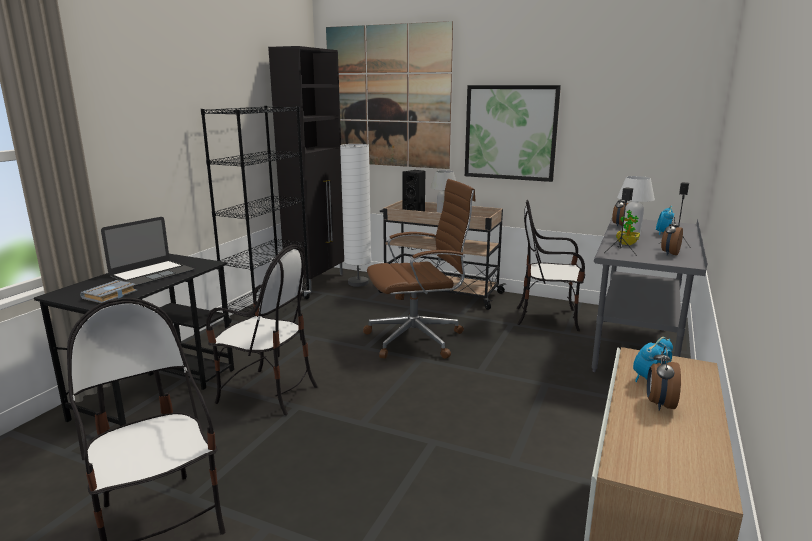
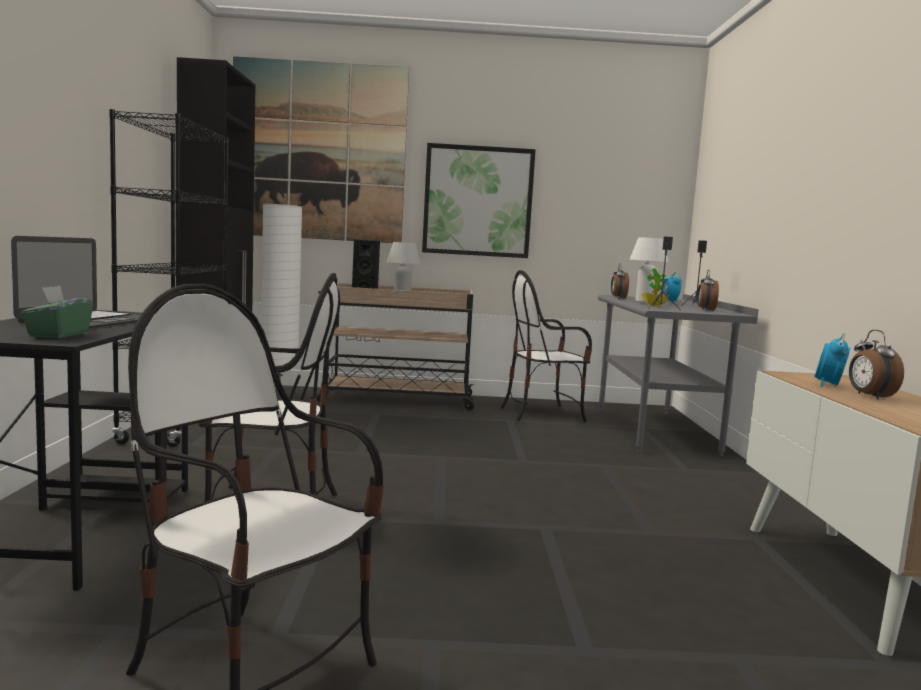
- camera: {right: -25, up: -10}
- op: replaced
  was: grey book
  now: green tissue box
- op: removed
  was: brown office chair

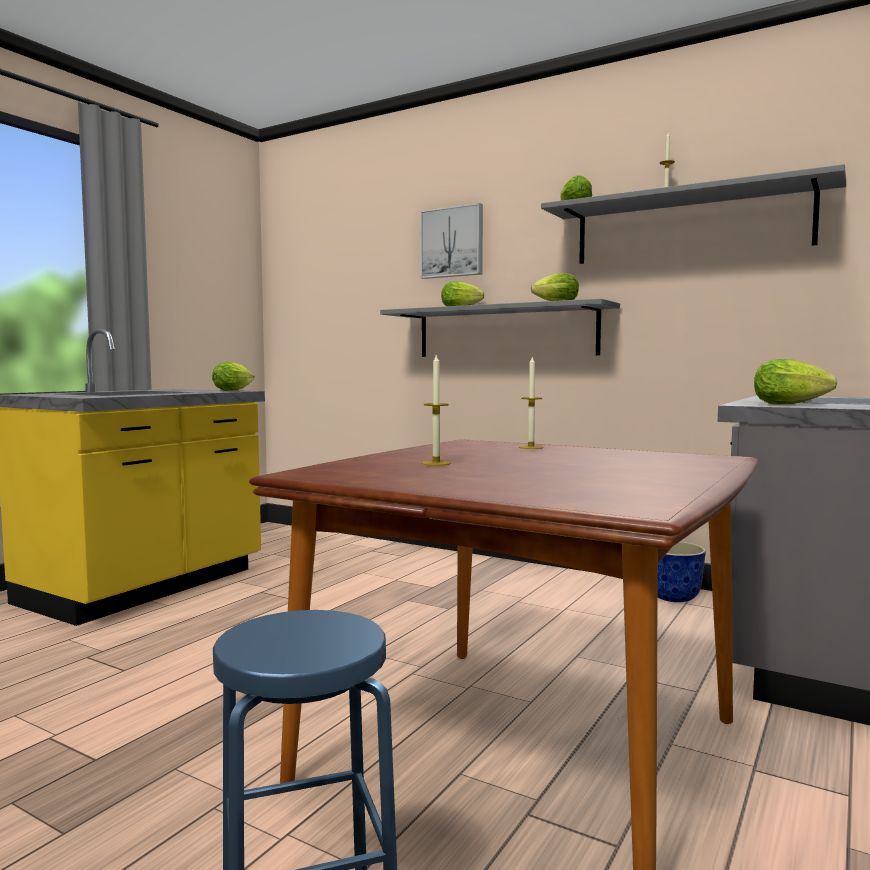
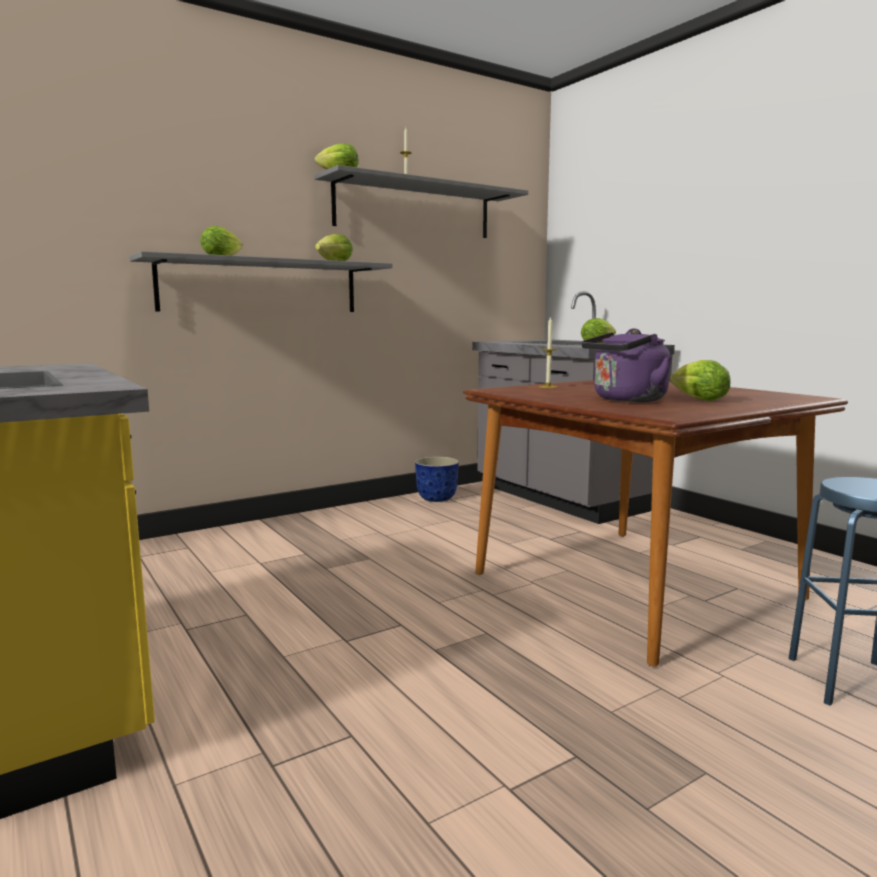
- camera: {right: -65, up: 5}
- op: moved
  was: lettuce (1st from left in the first image)
  now: lettuce (5th from left)
- op: removed
  was: picture
- op: replaced
  was: candle (1st from left)
  now: purple kettle

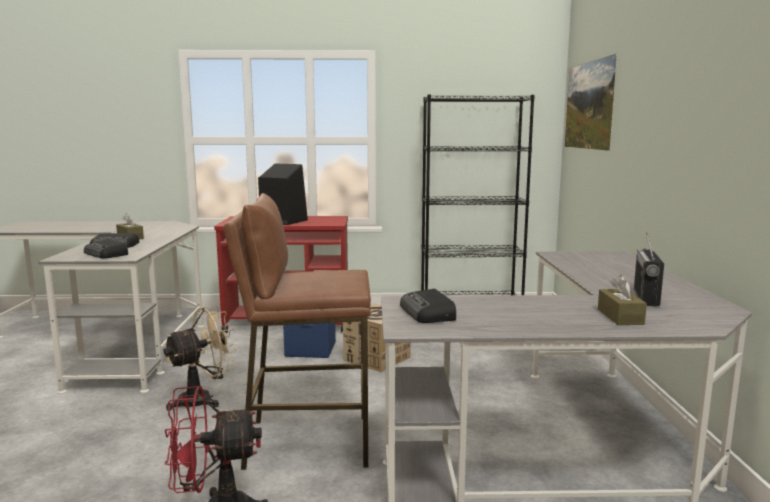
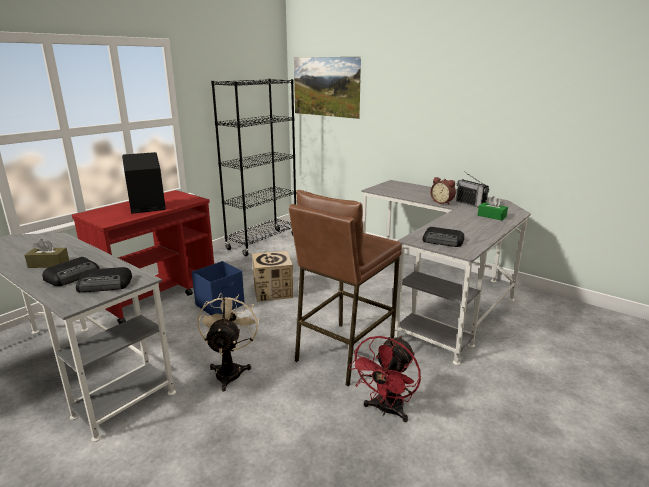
- camera: {right: -50, up: 10}
- op: recoloured
  was: brown tissue box (2nd from left)
  now: green tissue box
- op: added
  now: alarm clock

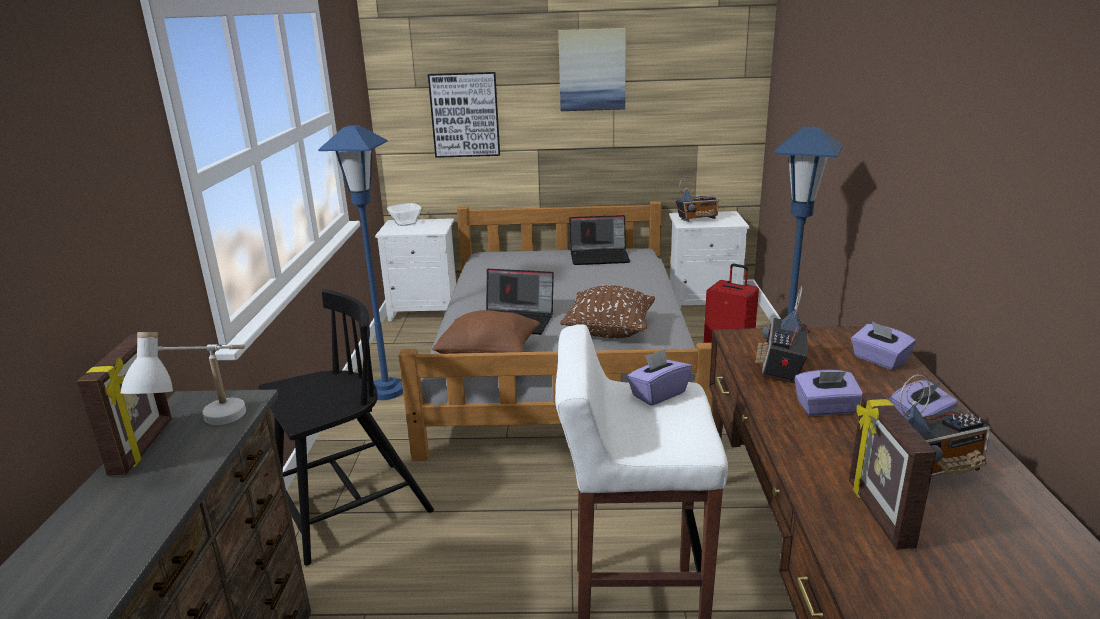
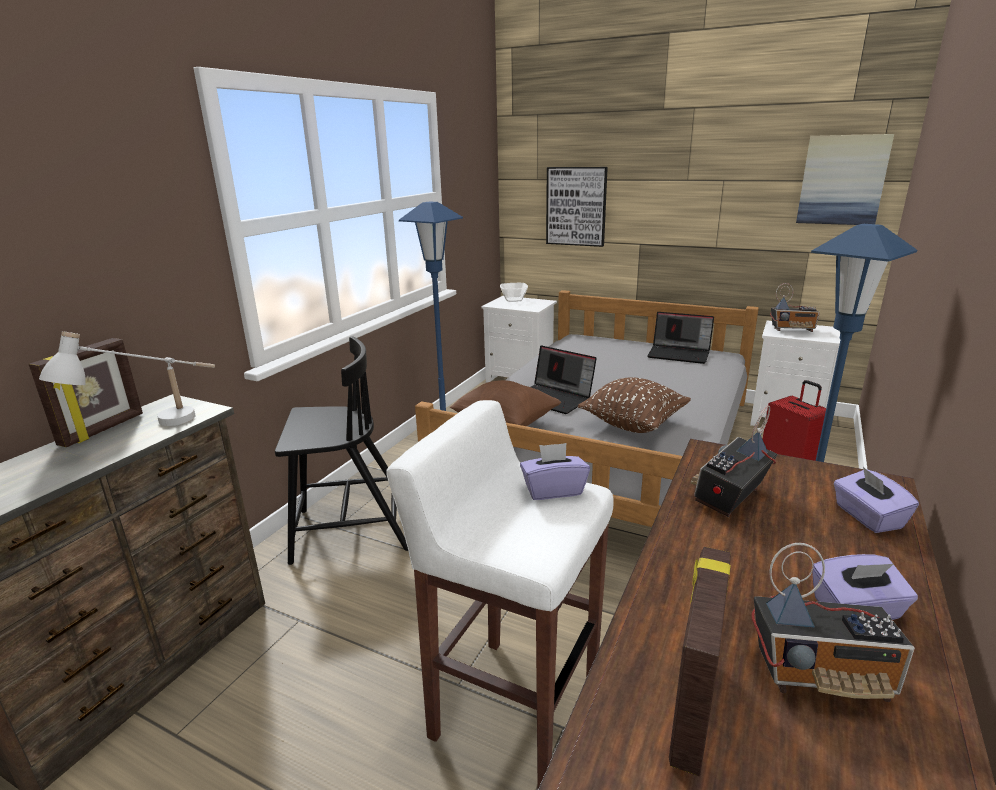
- camera: {right: 25, up: 0}
- op: moved
  was: picture (2nd from left)
- op: removed
  was: purple tissue box (2nd from left)

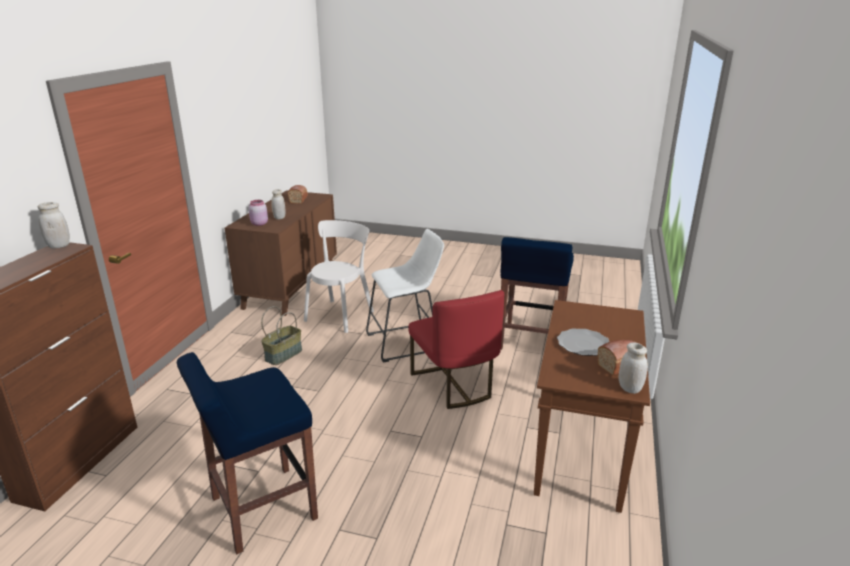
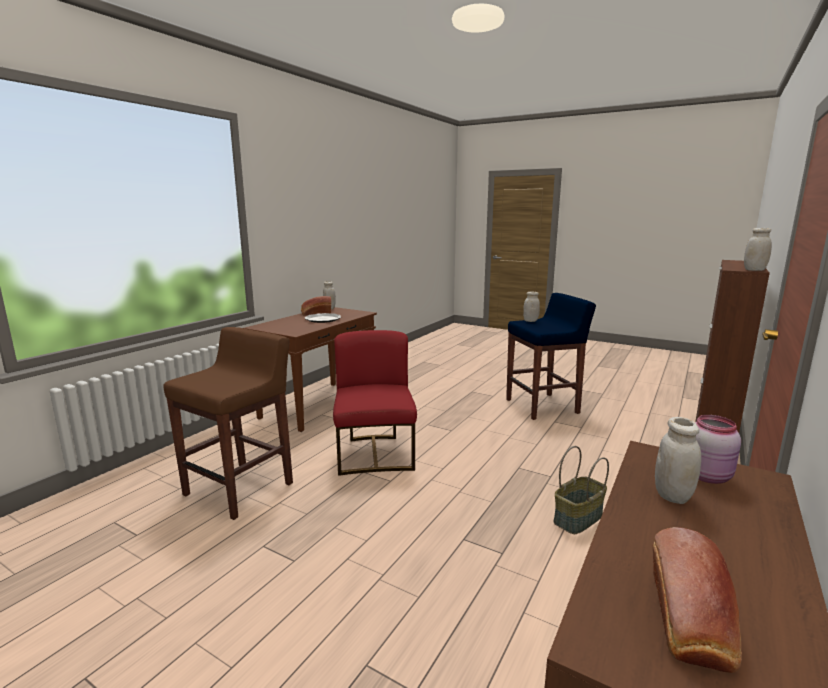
- camera: {right: -165, up: -10}
- op: removed
  was: white chair
- op: removed
  was: white stool
- op: recoloured
  was: blue stool (2nd from left)
  now: brown stool
- op: added
  now: white jar (2nd from left)

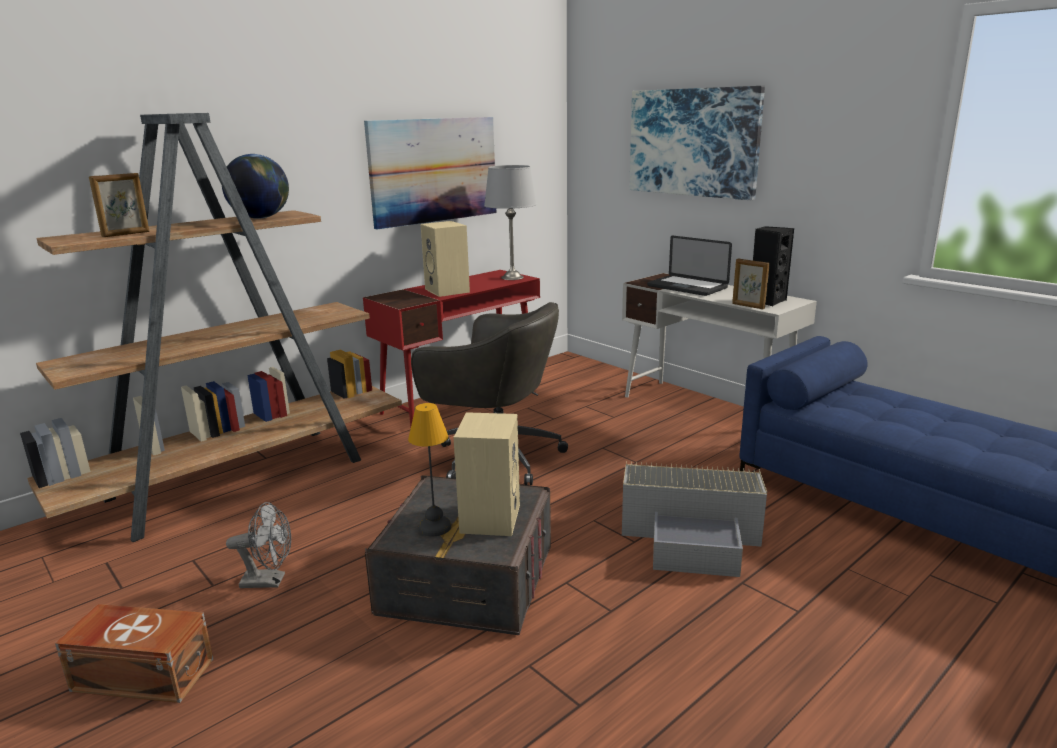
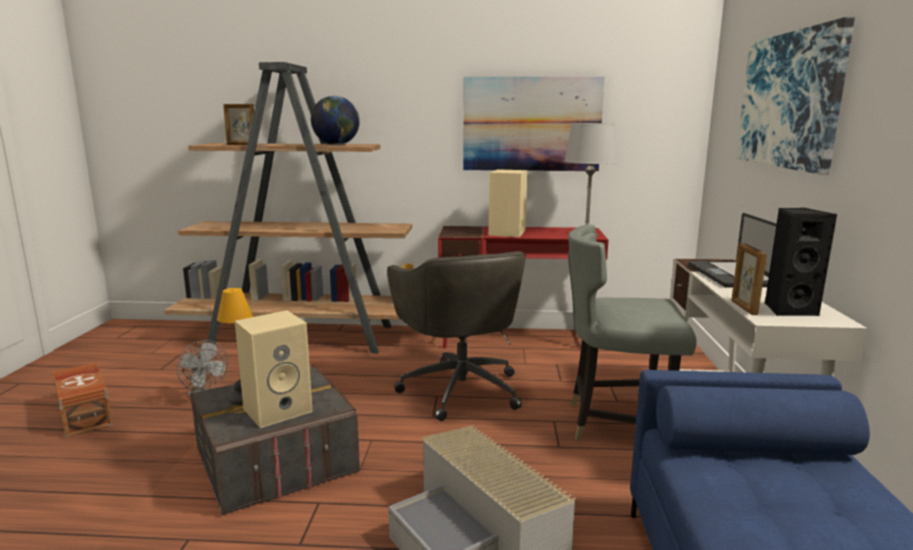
- camera: {right: 45, up: -5}
- op: added
  now: grey chair

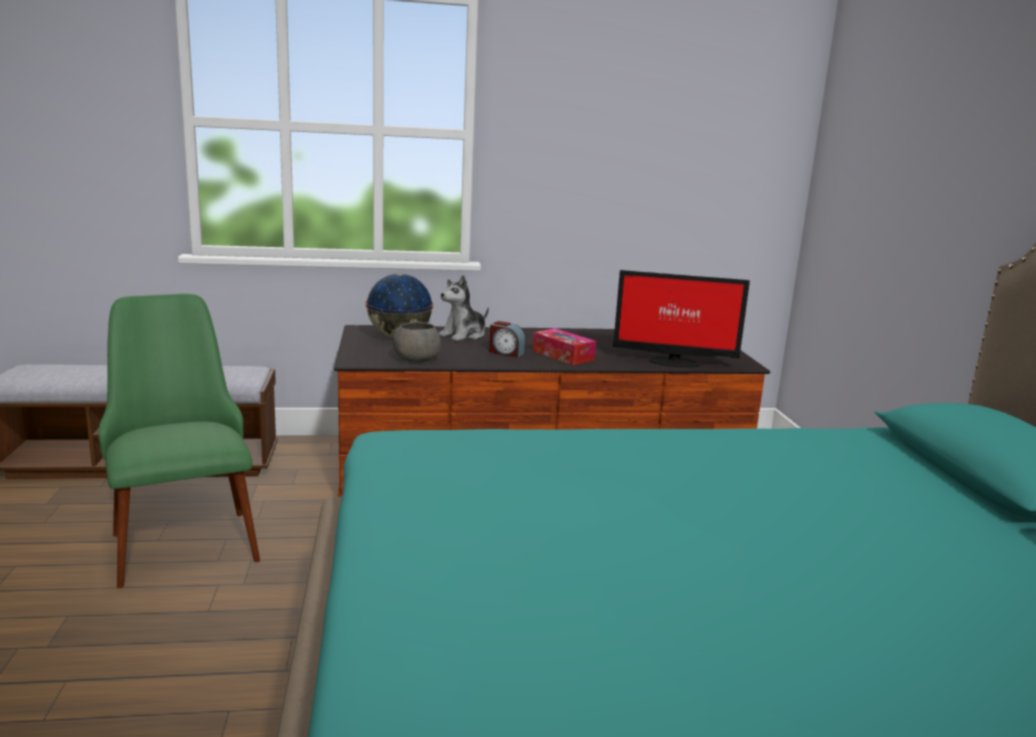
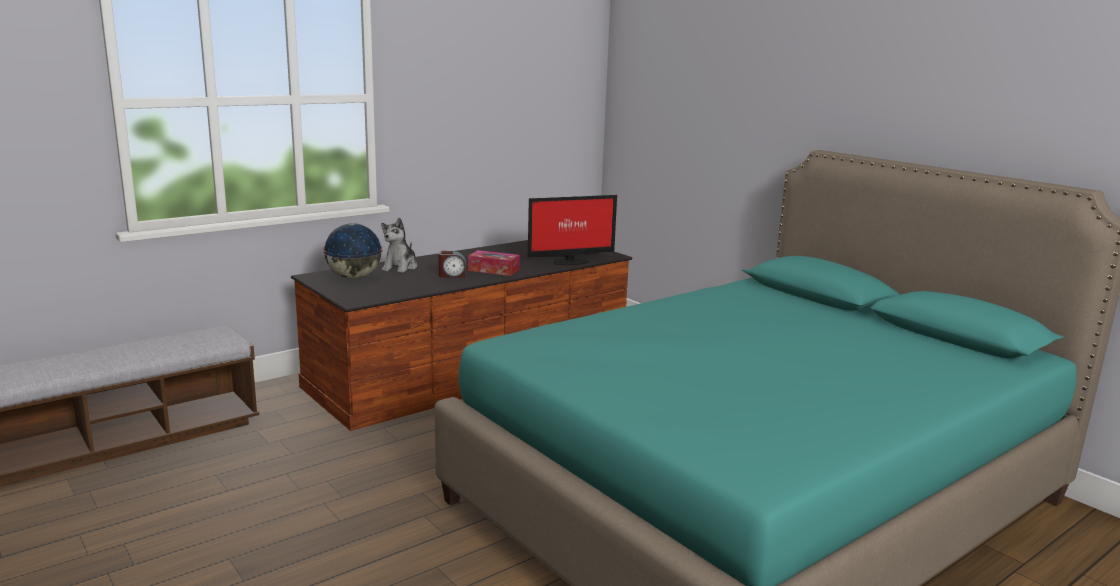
- camera: {right: -30, up: 0}
- op: removed
  was: green chair
- op: removed
  was: grey bowl

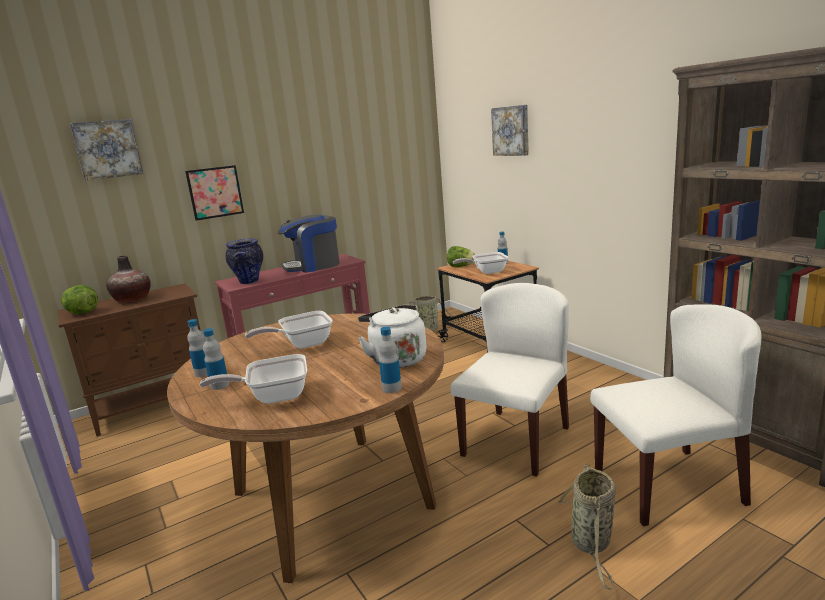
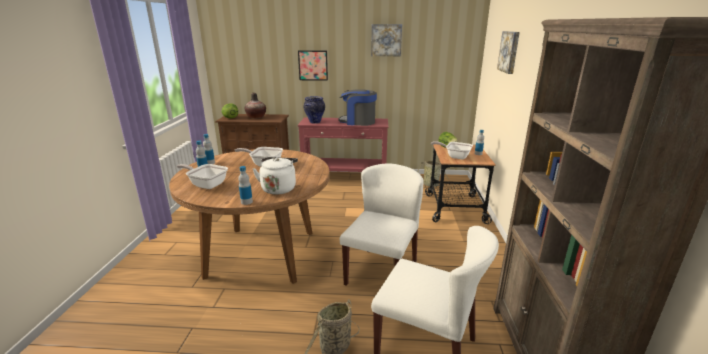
- camera: {right: 35, up: 5}
- op: moved
  was: picture (1st from left in the first image)
  now: picture (2nd from left)
- op: turned
  was: white chair (1st from left)
  clockwise: -45

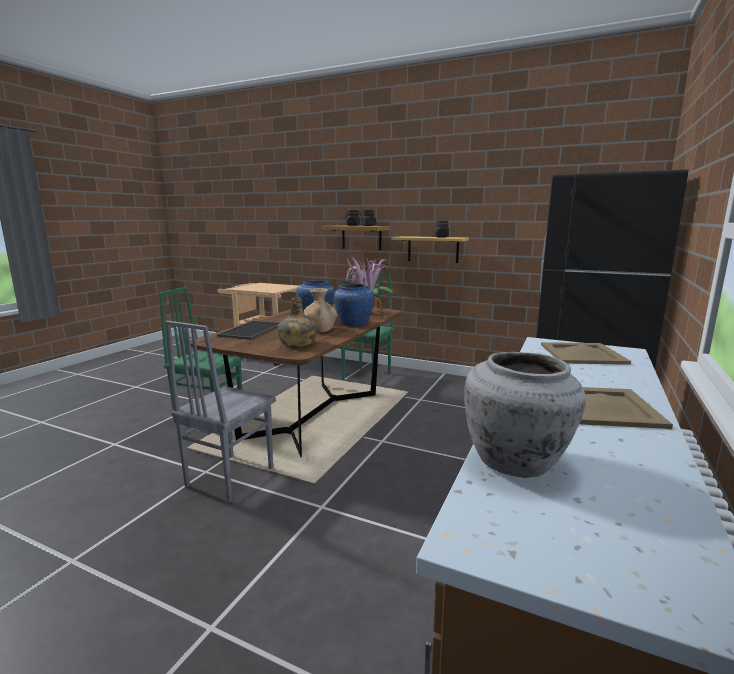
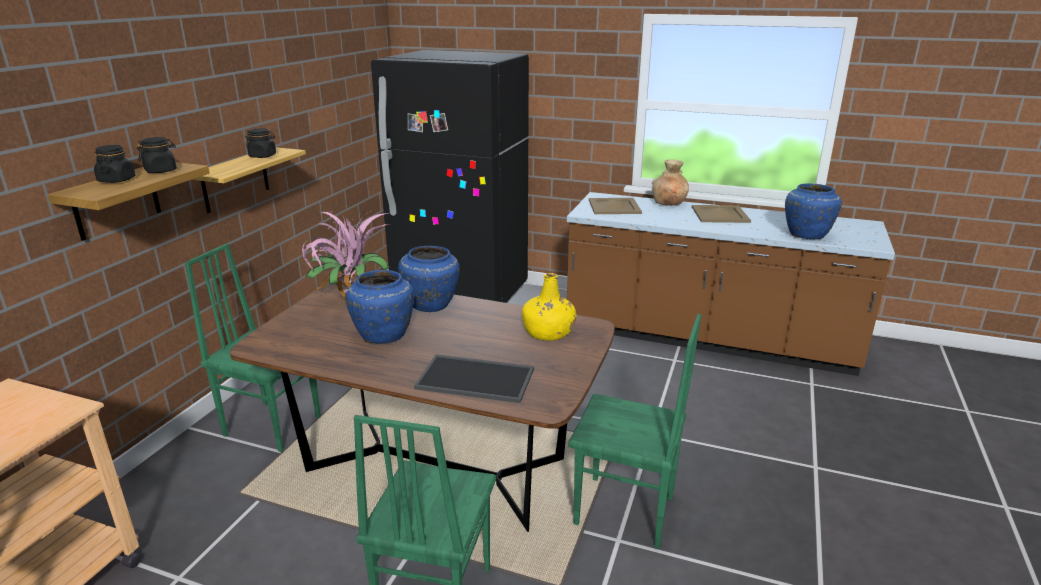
- camera: {right: -95, up: 10}
- op: recoloured
  was: grey chair
  now: green chair (3rd from left)
- op: recoloured
  was: green bottle
  now: yellow bottle
- op: moved
  was: brown vase
- op: recoloured
  was: grey vase
  now: blue vase (3rd from left)

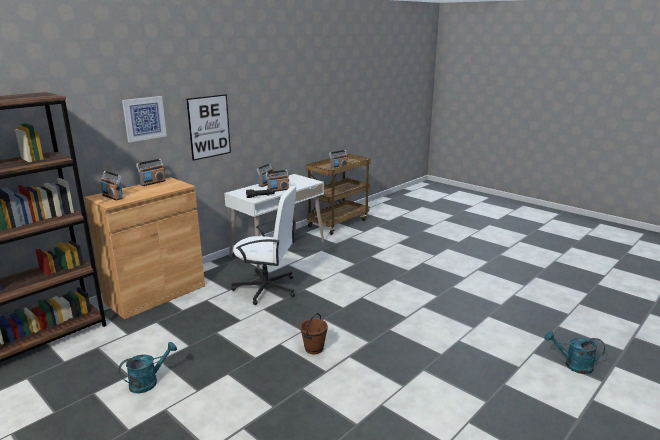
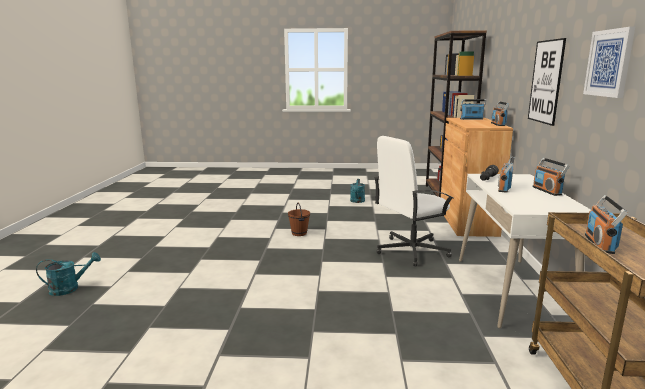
- camera: {right: 140, up: -5}
- op: moved
  was: picture (1st from left in the first image)
  now: picture (2nd from left)

